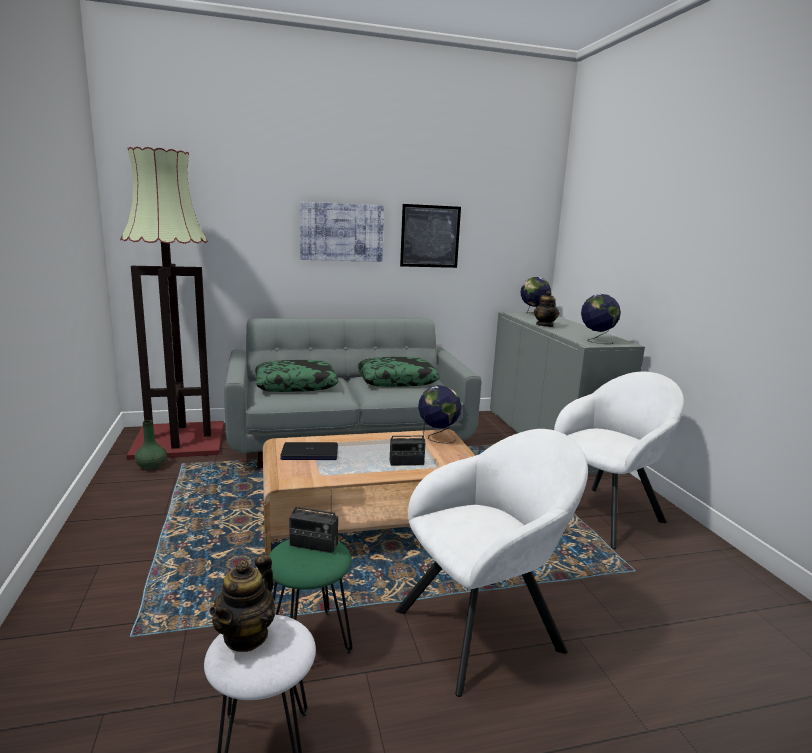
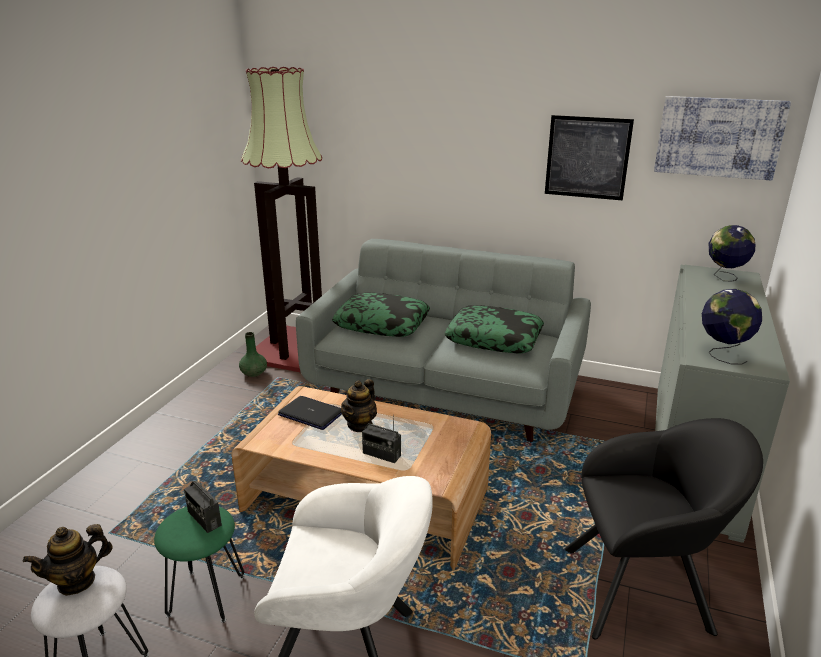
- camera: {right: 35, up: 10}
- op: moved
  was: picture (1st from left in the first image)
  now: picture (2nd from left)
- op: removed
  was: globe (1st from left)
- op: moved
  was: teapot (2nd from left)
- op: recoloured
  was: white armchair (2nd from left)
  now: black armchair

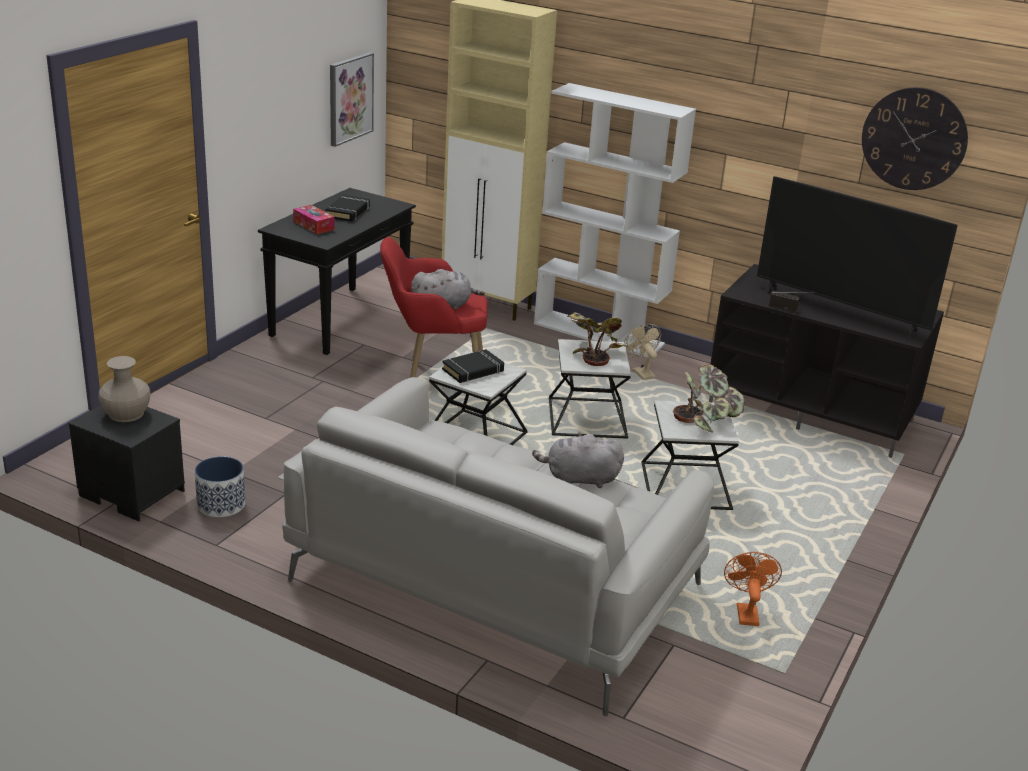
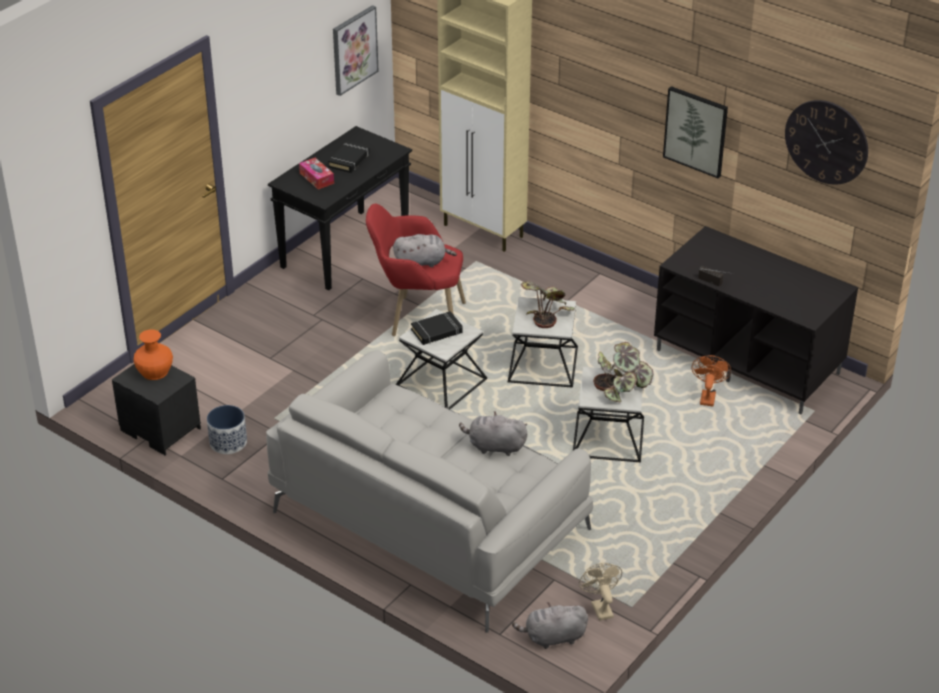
- camera: {right: 10, up: 10}
- op: recoloured
  was: beige vase
  now: orange vase
- op: removed
  was: white bookcase
- op: moved
  was: beige fan
- op: moved
  was: orange fan
- op: removed
  was: television
- op: added
  now: grey plush toy (3rd from left)
- op: added
  now: picture (2nd from left)

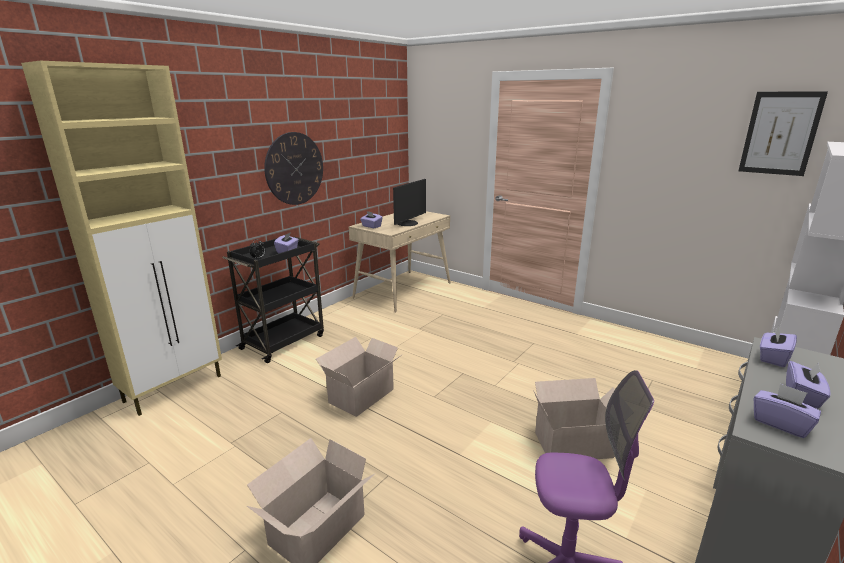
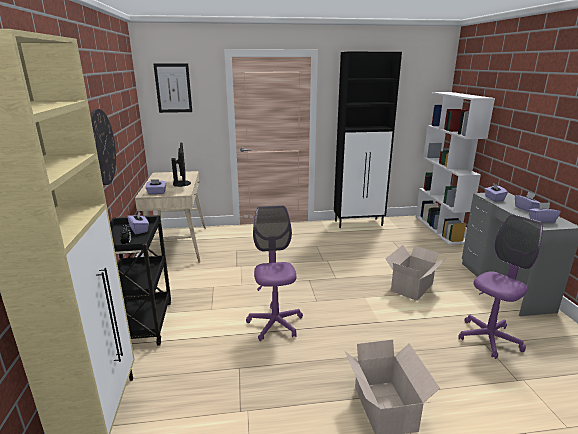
- camera: {right: -45, up: 0}
- op: replaced
  was: cardboard box (2nd from left)
  now: purple office chair (1st from left)
- op: moved
  was: picture
- op: added
  now: black cabinet

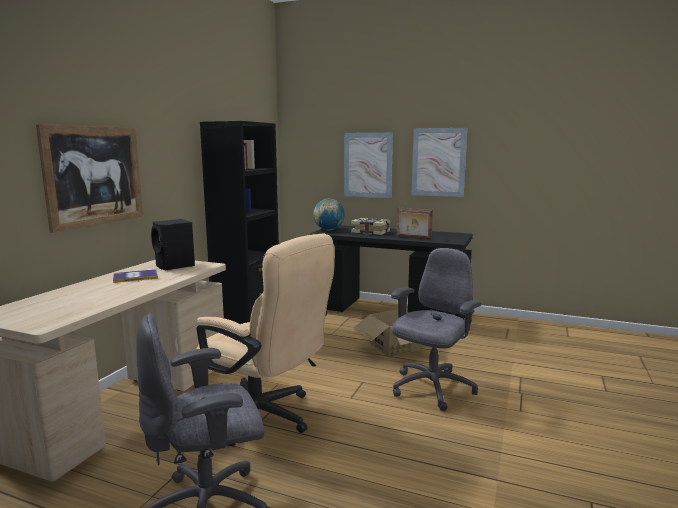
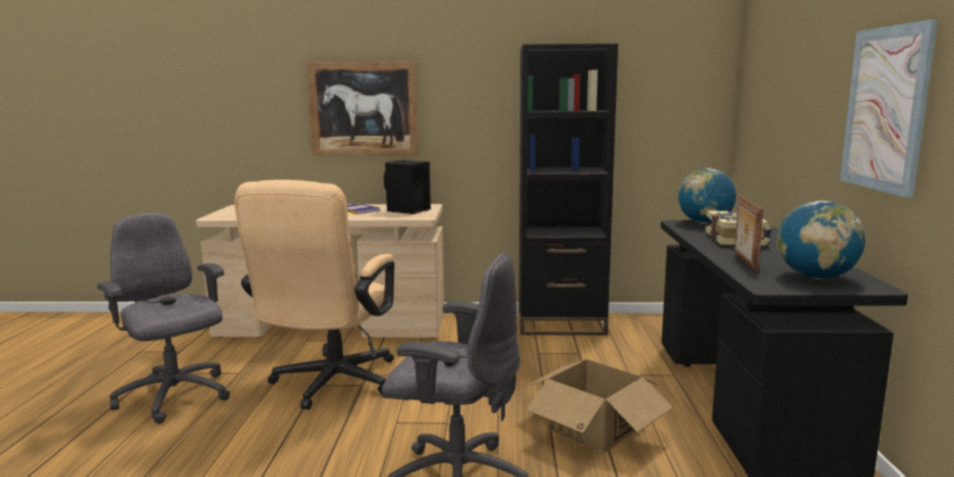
- camera: {right: 70, up: 0}
- op: removed
  was: picture (2nd from left)
- op: added
  now: globe (2nd from left)

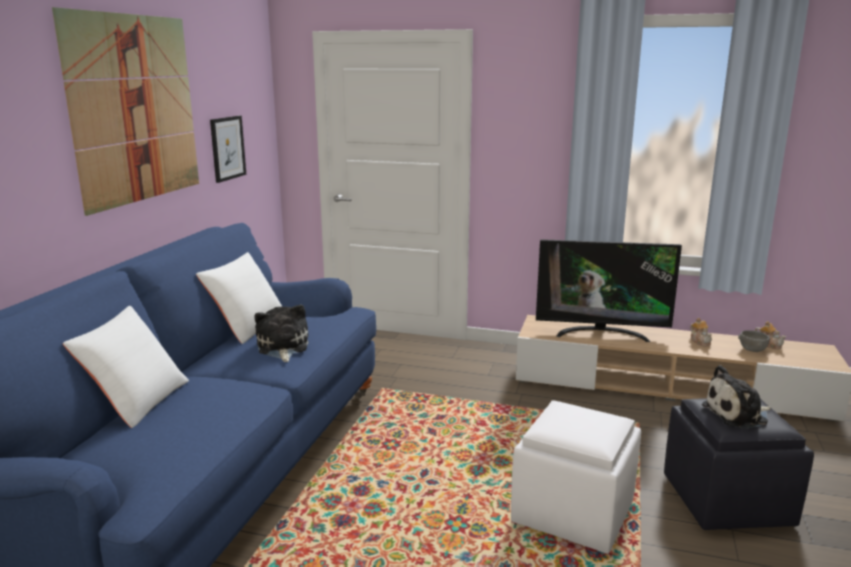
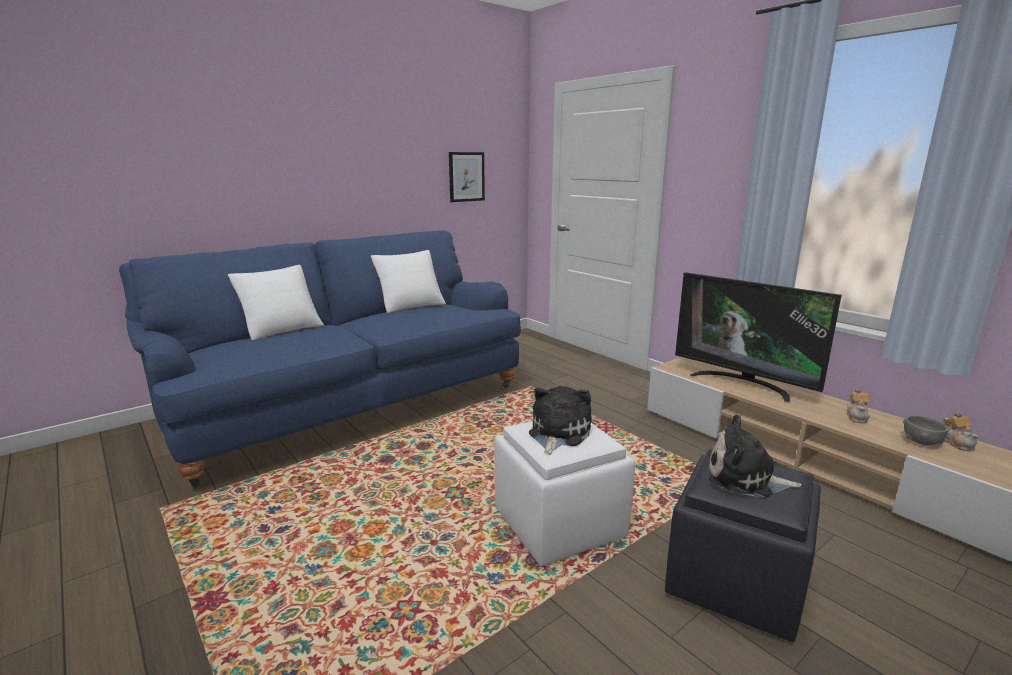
- camera: {right: 35, up: 0}
- op: removed
  was: picture (1st from left)
- op: moved
  was: plush toy (1st from left)

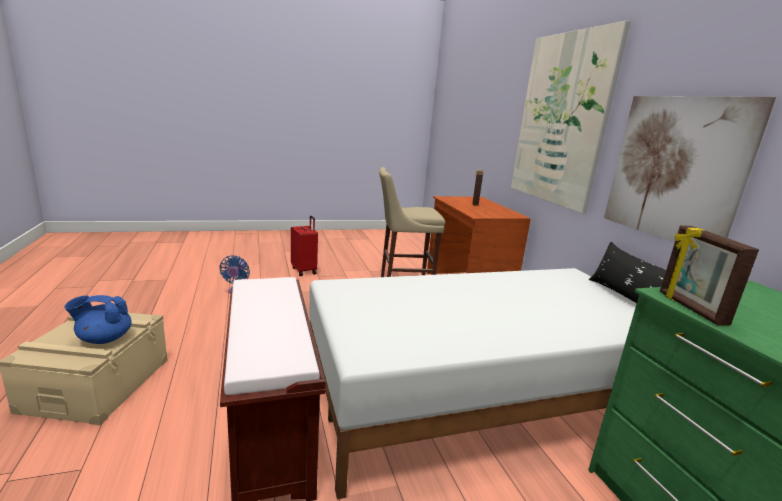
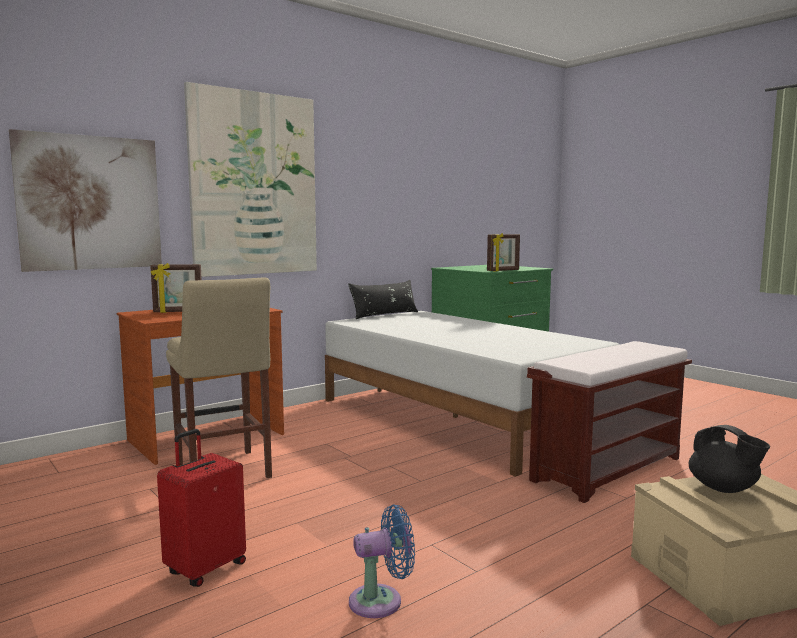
- camera: {right: -110, up: -10}
- op: recoloured
  was: blue teapot
  now: black teapot
- op: moved
  was: picture (2nd from left in the first image)
  now: picture (1st from left)

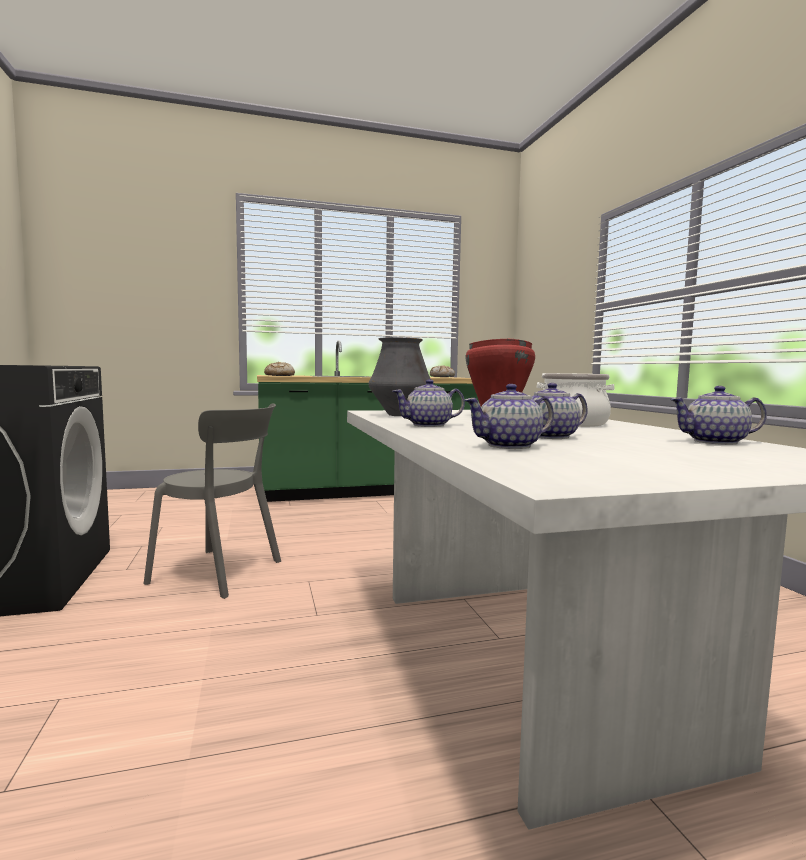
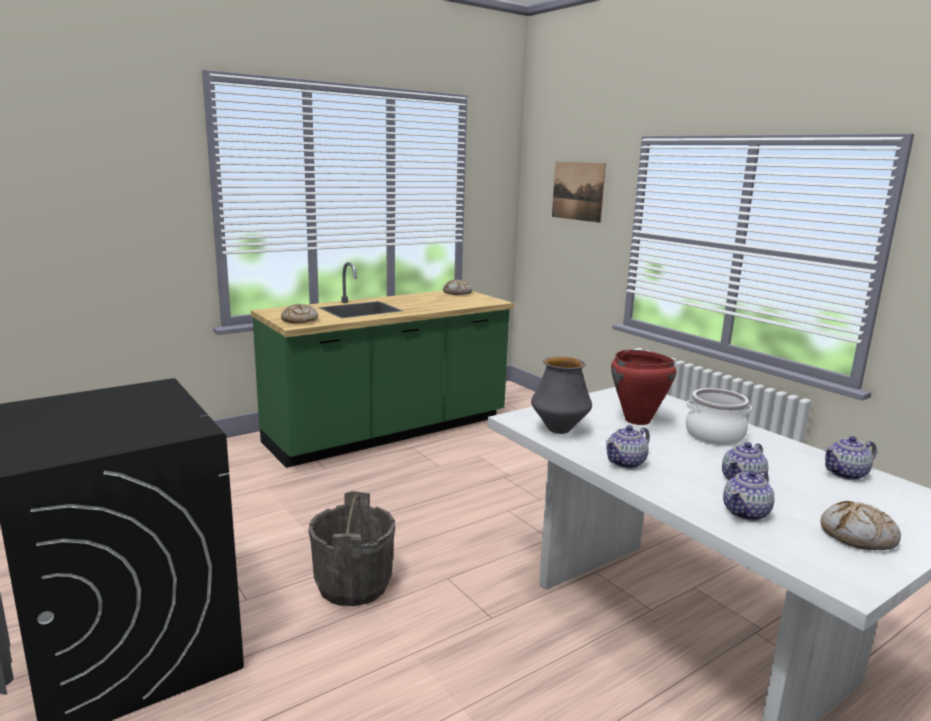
- camera: {right: -20, up: 10}
- op: replaced
  was: grey chair
  now: grey bucket
- op: added
  now: picture
- op: added
  now: bread (3rd from left)

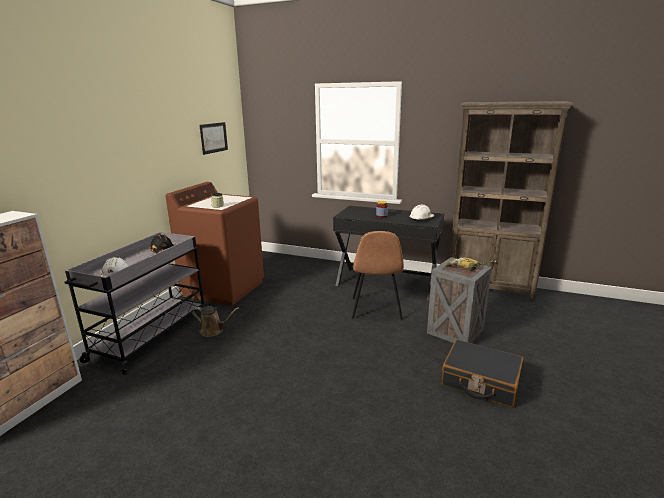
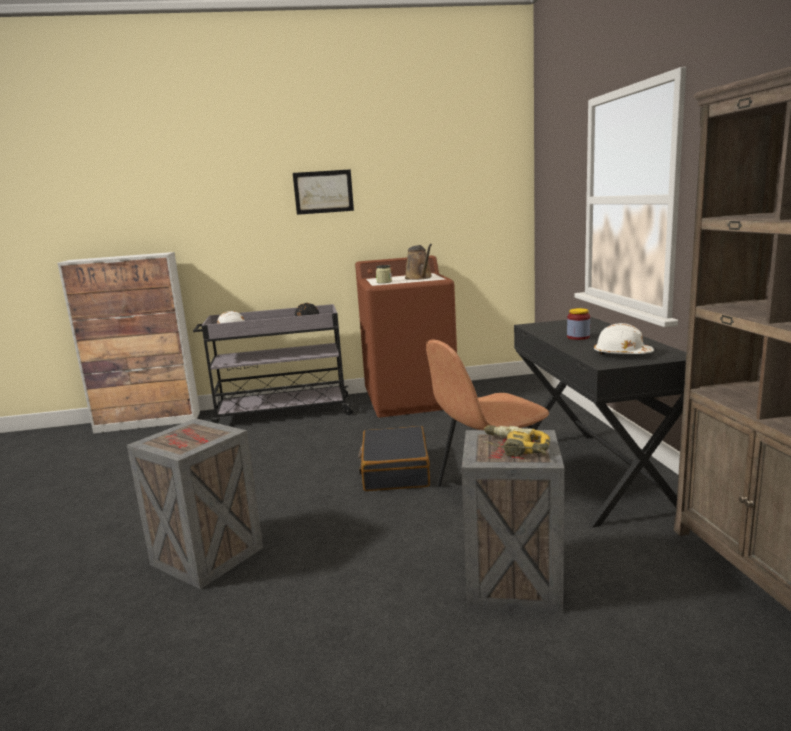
- camera: {right: 60, up: -5}
- op: moved
  was: brown watering can
- op: moved
  was: picture
- op: moved
  was: black suitcase
- op: added
  now: crate (1st from left)

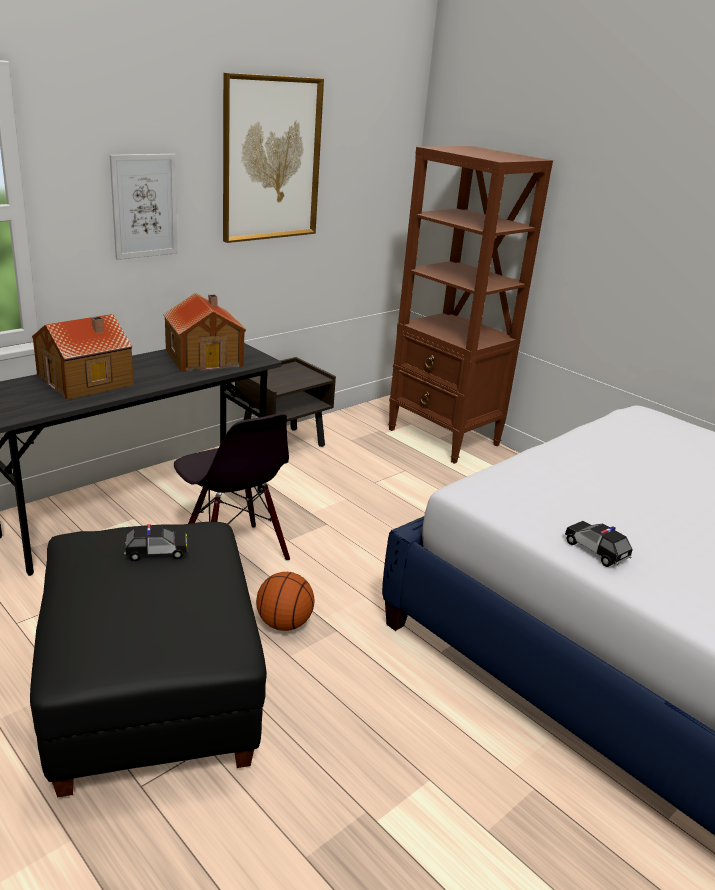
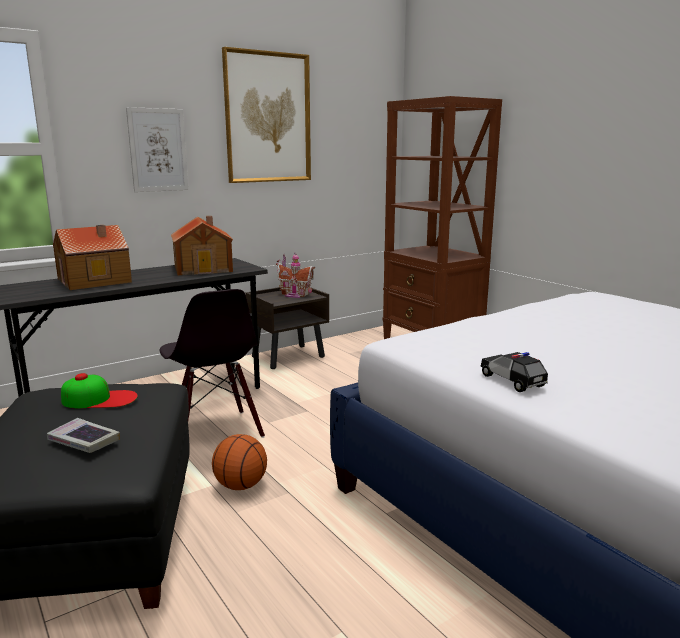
- camera: {right: 10, up: -10}
- op: replaced
  was: toy car (1st from left)
  now: cap
- op: added
  now: book
- op: added
  now: toy house (3rd from left)

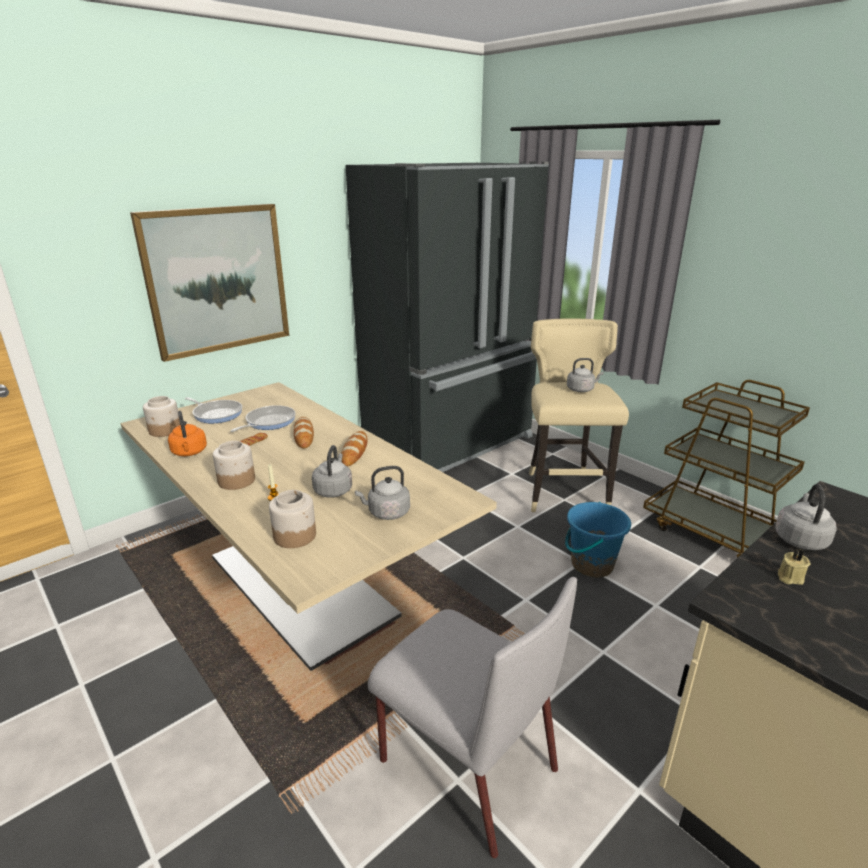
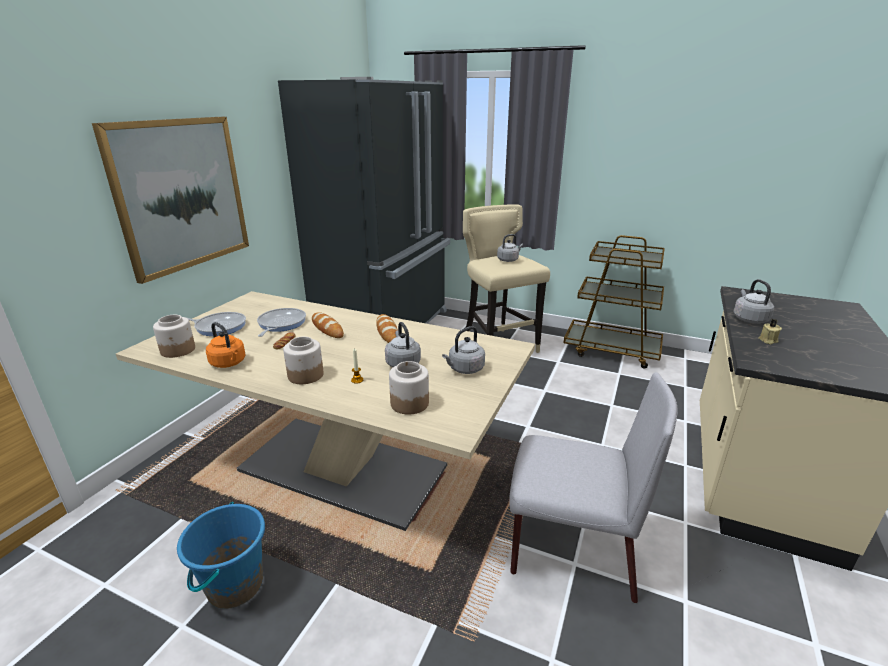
- camera: {right: -25, up: 0}
- op: moved
  was: blue bucket

